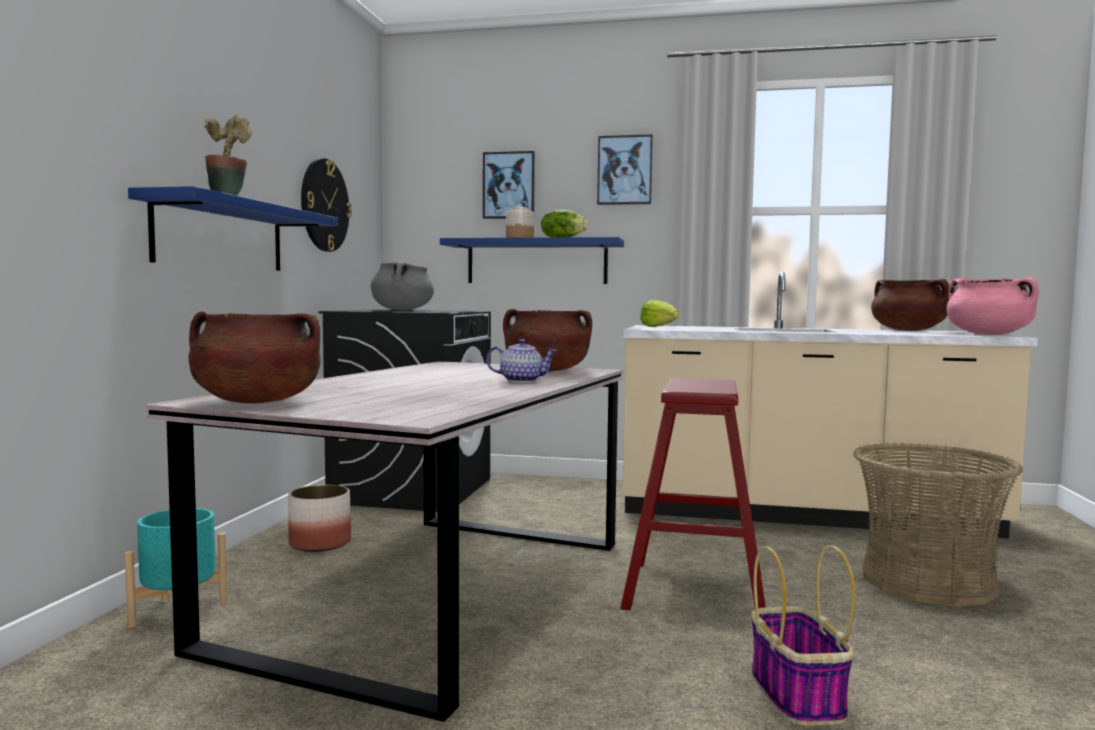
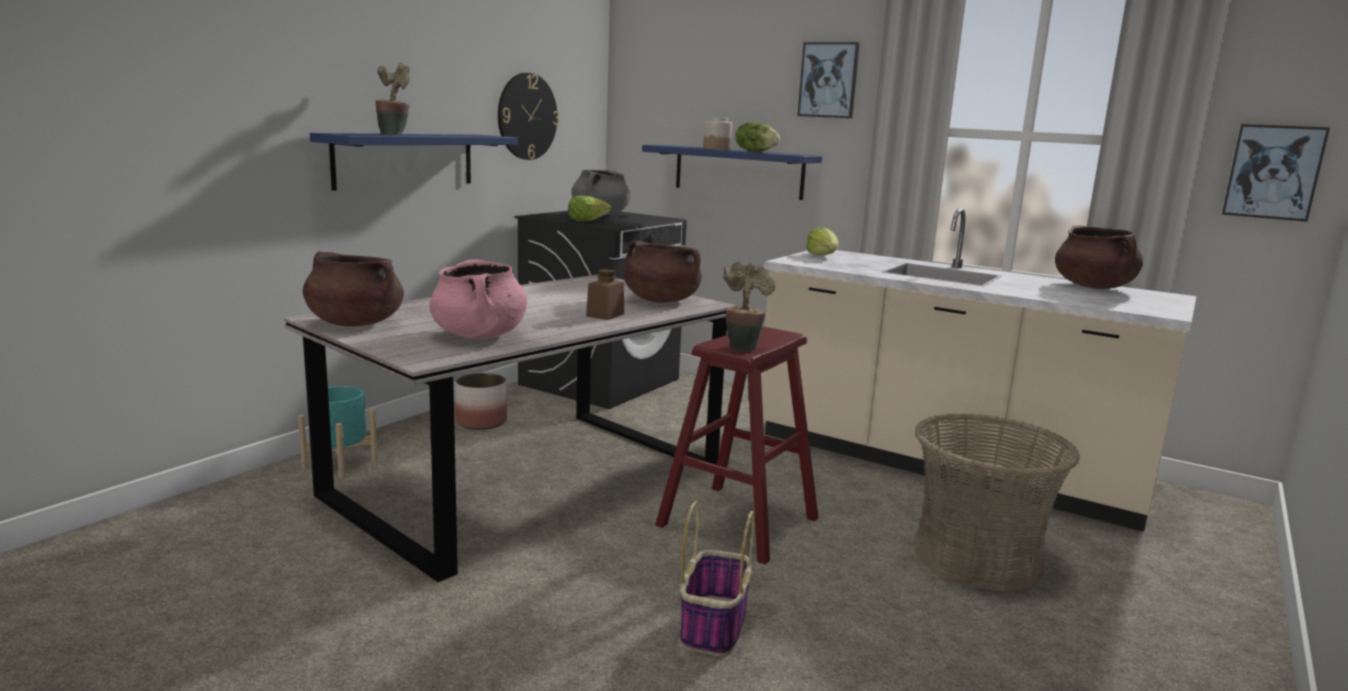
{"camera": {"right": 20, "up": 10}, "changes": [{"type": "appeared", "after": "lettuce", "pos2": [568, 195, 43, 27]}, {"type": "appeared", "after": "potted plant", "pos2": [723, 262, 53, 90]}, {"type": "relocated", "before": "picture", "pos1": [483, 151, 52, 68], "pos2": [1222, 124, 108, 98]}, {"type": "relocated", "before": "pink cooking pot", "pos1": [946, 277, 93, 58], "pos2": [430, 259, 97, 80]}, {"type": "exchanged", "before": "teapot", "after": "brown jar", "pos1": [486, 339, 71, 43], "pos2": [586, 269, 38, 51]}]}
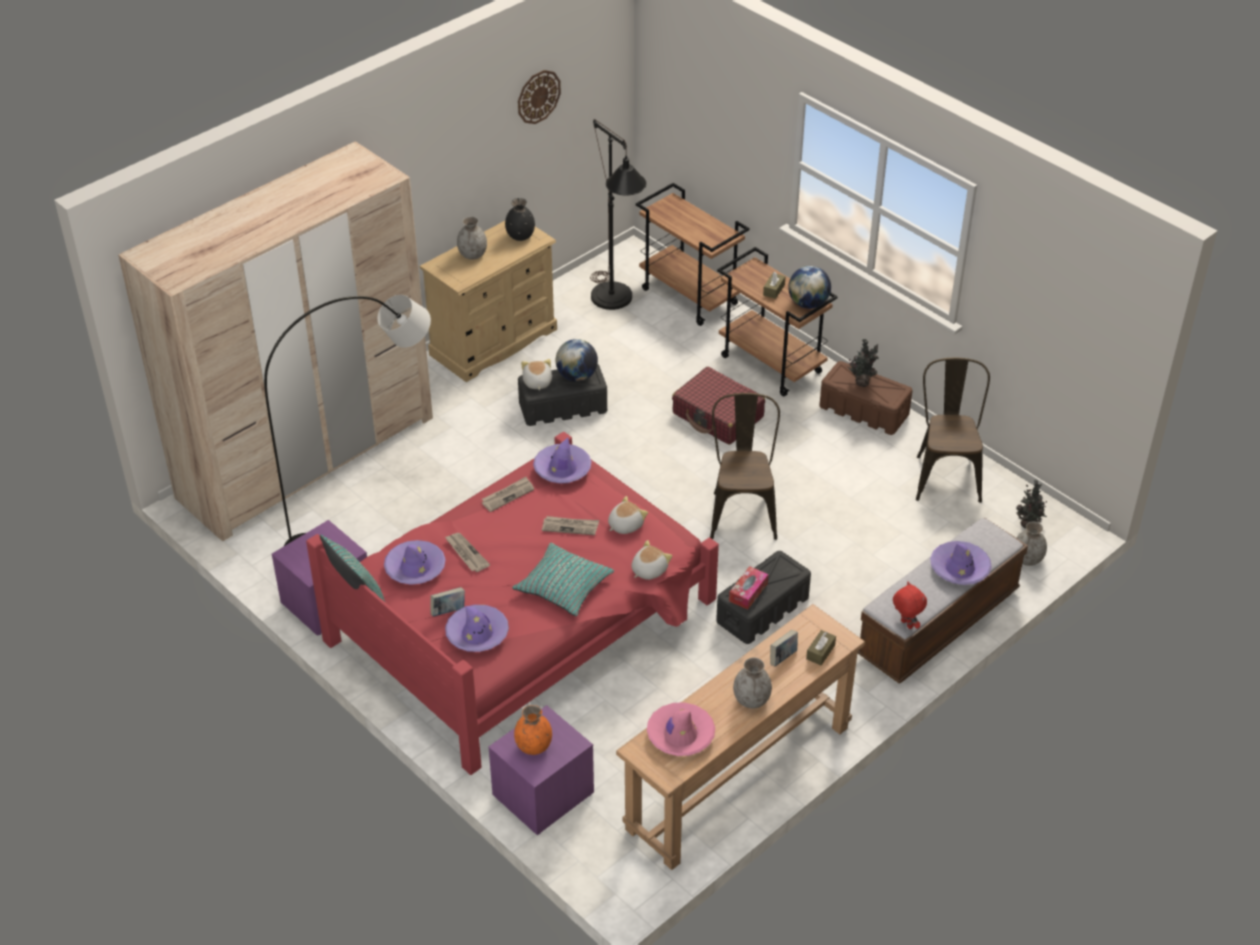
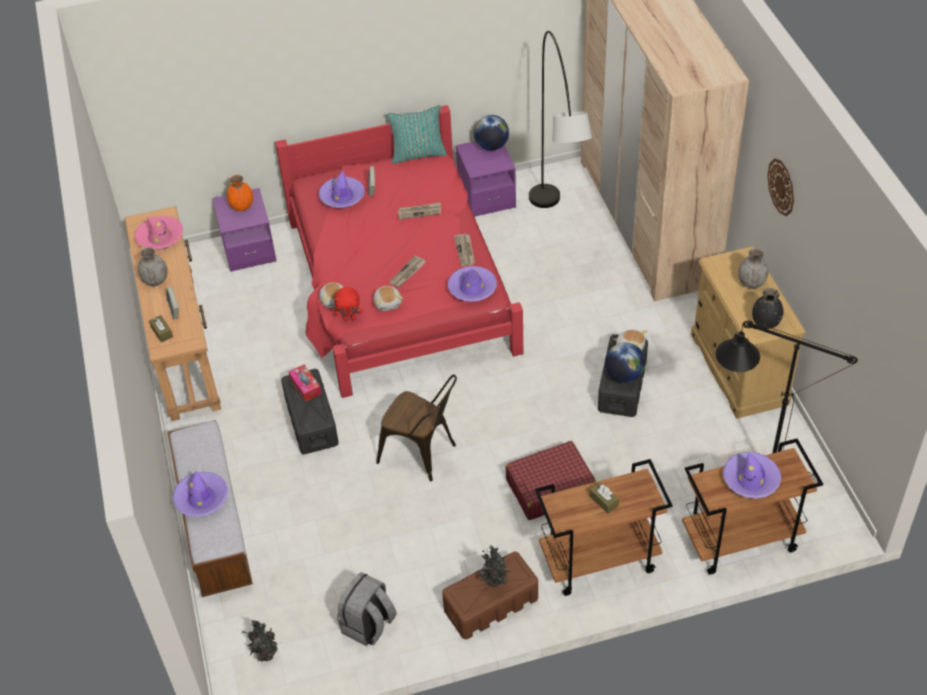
{"camera": {"right": 120, "up": 5}, "changes": [{"type": "missing", "before": "turquoise pillow", "pos1": [512, 543, 102, 73]}, {"type": "missing", "before": "grey vase", "pos1": [1017, 521, 30, 45]}, {"type": "relocated", "before": "purple hat", "pos1": [384, 540, 62, 45], "pos2": [723, 452, 58, 47]}, {"type": "relocated", "before": "wall clock", "pos1": [518, 70, 43, 54], "pos2": [767, 158, 27, 58]}, {"type": "relocated", "before": "globe", "pos1": [788, 266, 43, 43], "pos2": [474, 115, 35, 36]}, {"type": "relocated", "before": "red plush toy", "pos1": [893, 582, 34, 47], "pos2": [334, 287, 29, 34]}, {"type": "exchanged", "before": "brown chair", "after": "grey backpack", "pos1": [916, 358, 74, 145], "pos2": [337, 572, 60, 74]}]}
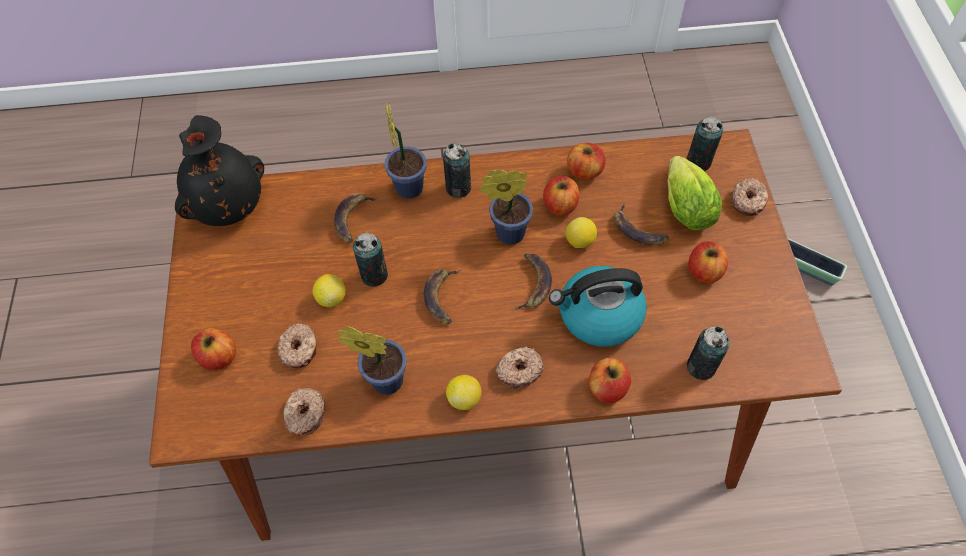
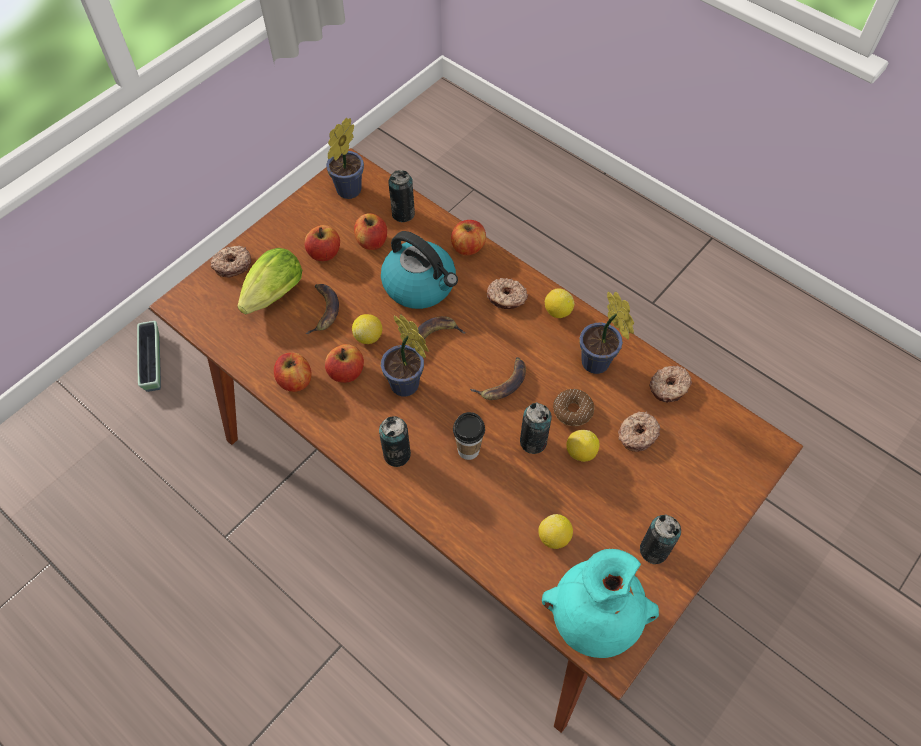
{"camera": {"right": -135, "up": 0}, "changes": [{"type": "missing", "before": "banana", "pos1": [334, 193, 44, 50]}, {"type": "appeared", "after": "cup", "pos2": [453, 412, 32, 48]}, {"type": "appeared", "after": "lemon", "pos2": [538, 514, 35, 35]}, {"type": "appeared", "after": "donut", "pos2": [553, 389, 41, 37]}, {"type": "relocated", "before": "apple", "pos1": [191, 328, 45, 42], "pos2": [354, 213, 33, 37]}, {"type": "relocated", "before": "potted plant", "pos1": [385, 103, 42, 96], "pos2": [326, 118, 38, 81]}, {"type": "relocated", "before": "can", "pos1": [687, 116, 36, 55], "pos2": [640, 514, 41, 50]}, {"type": "colour", "before": "black vase", "after": "turquoise vase", "pos1": [175, 115, 89, 111], "pos2": [542, 549, 117, 109]}]}
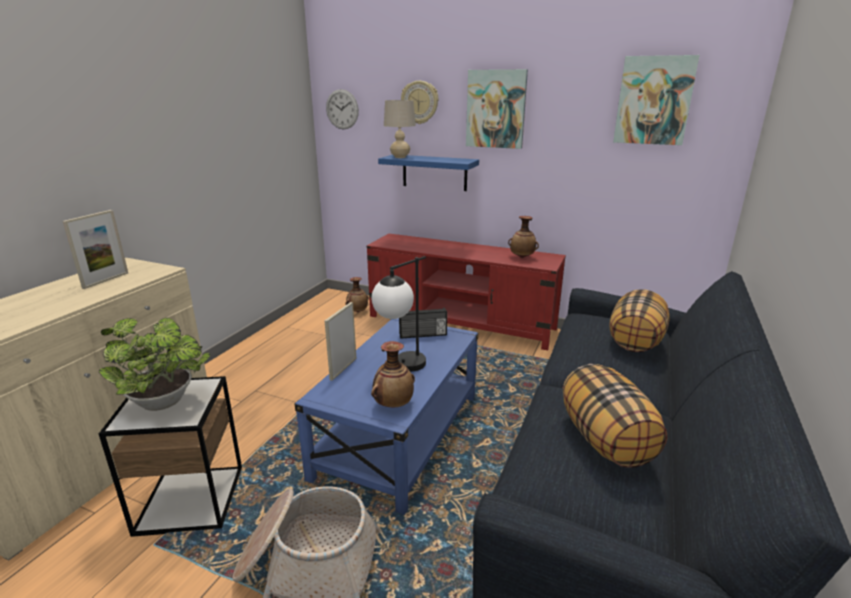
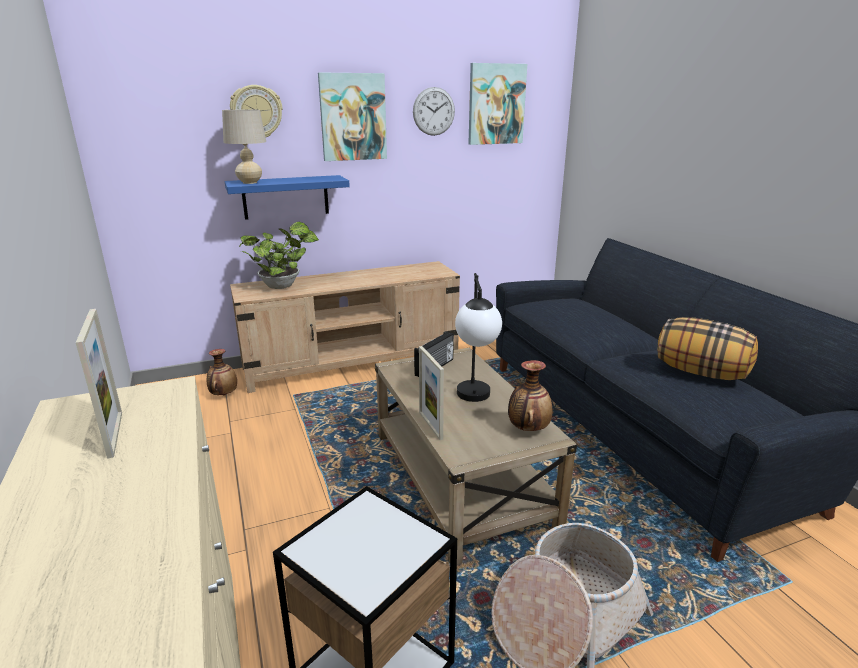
{"camera": {"right": -45, "up": 0}, "changes": [{"type": "missing", "before": "vase", "pos1": [508, 216, 31, 42]}, {"type": "missing", "before": "pillow", "pos1": [609, 289, 60, 63]}, {"type": "relocated", "before": "potted plant", "pos1": [99, 318, 111, 93], "pos2": [239, 222, 80, 67]}, {"type": "relocated", "before": "wall clock", "pos1": [326, 89, 33, 40], "pos2": [413, 87, 42, 49]}, {"type": "colour", "before": "blue coffee table", "after": "beige coffee table", "pos1": [295, 318, 184, 197], "pos2": [375, 348, 202, 217]}, {"type": "colour", "before": "red tv stand", "after": "beige tv stand", "pos1": [367, 233, 199, 117], "pos2": [230, 261, 230, 132]}]}
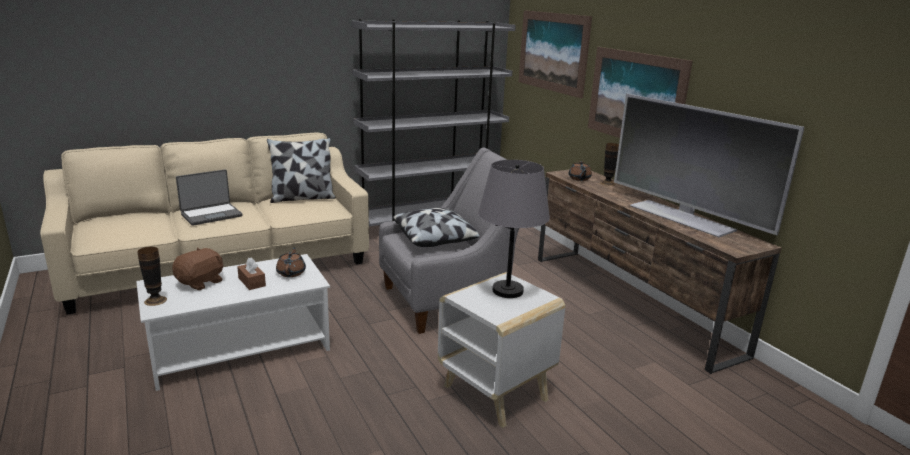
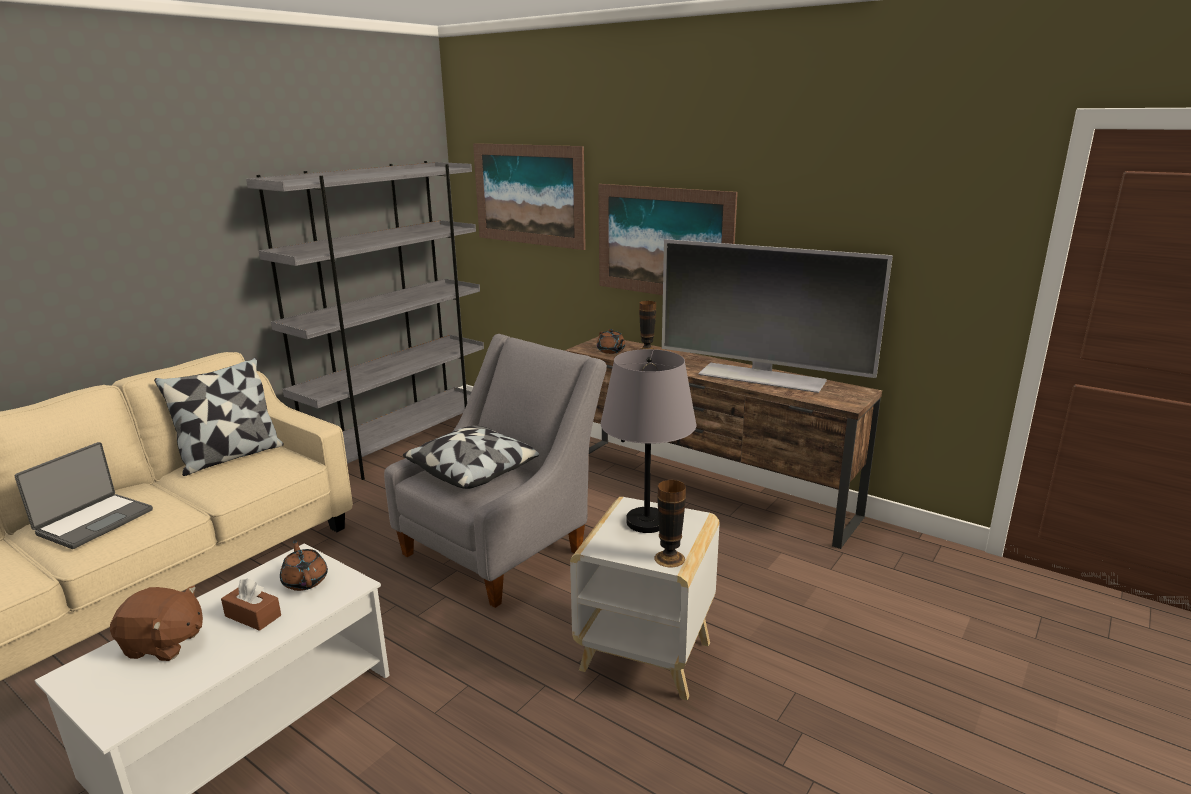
{"camera": {"right": -25, "up": 0}, "changes": [{"type": "relocated", "before": "vase", "pos1": [137, 247, 30, 59], "pos2": [654, 480, 32, 87]}, {"type": "spun", "before": "brown plush toy", "pos1": [172, 248, 51, 42], "pos2": [110, 586, 93, 75], "turn": 90}]}
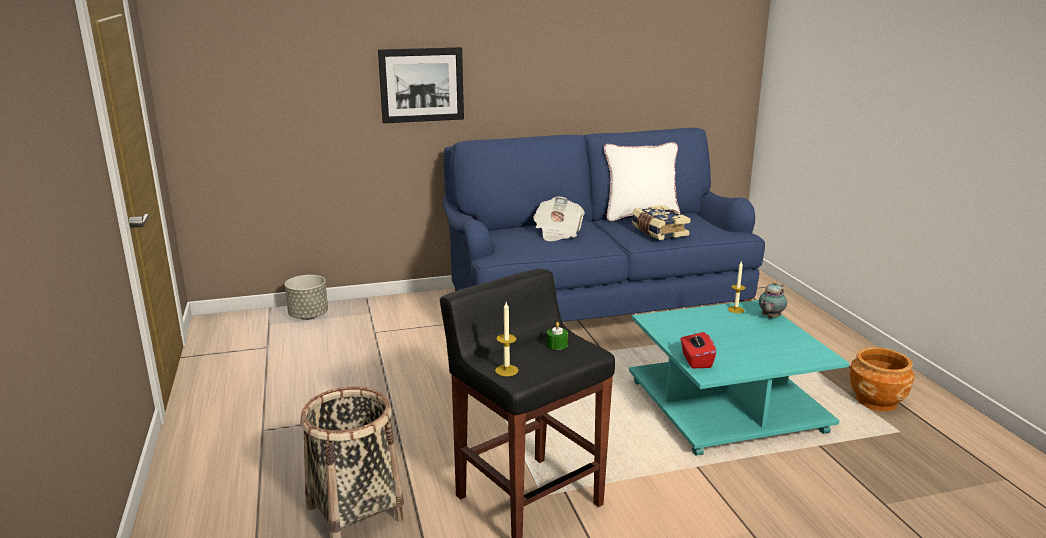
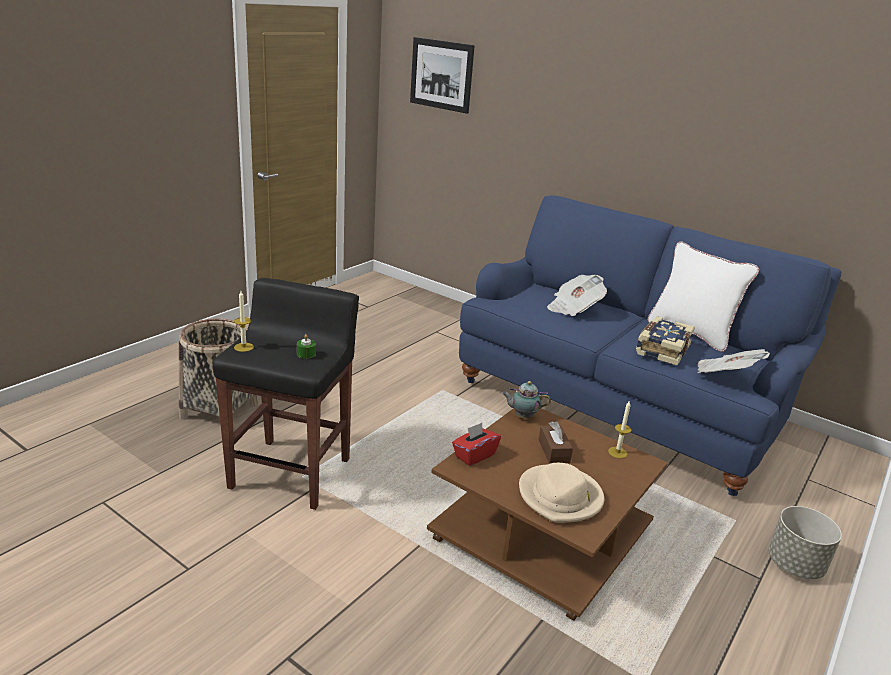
{"camera": {"right": 50, "up": 5}, "changes": [{"type": "missing", "before": "brown planter", "pos1": [849, 347, 66, 65]}, {"type": "appeared", "after": "beige hat", "pos2": [519, 463, 85, 60]}, {"type": "appeared", "after": "brown tissue box", "pos2": [539, 421, 34, 43]}, {"type": "appeared", "after": "newspaper", "pos2": [697, 349, 73, 24]}, {"type": "relocated", "before": "grey planter", "pos1": [285, 275, 43, 45], "pos2": [768, 506, 74, 73]}, {"type": "relocated", "before": "picture", "pos1": [378, 47, 86, 76], "pos2": [410, 37, 65, 76]}, {"type": "relocated", "before": "teapot", "pos1": [759, 281, 28, 37], "pos2": [502, 381, 49, 38]}, {"type": "colour", "before": "turquoise coffee table", "after": "brown coffee table", "pos1": [629, 300, 220, 156], "pos2": [427, 408, 241, 213]}]}
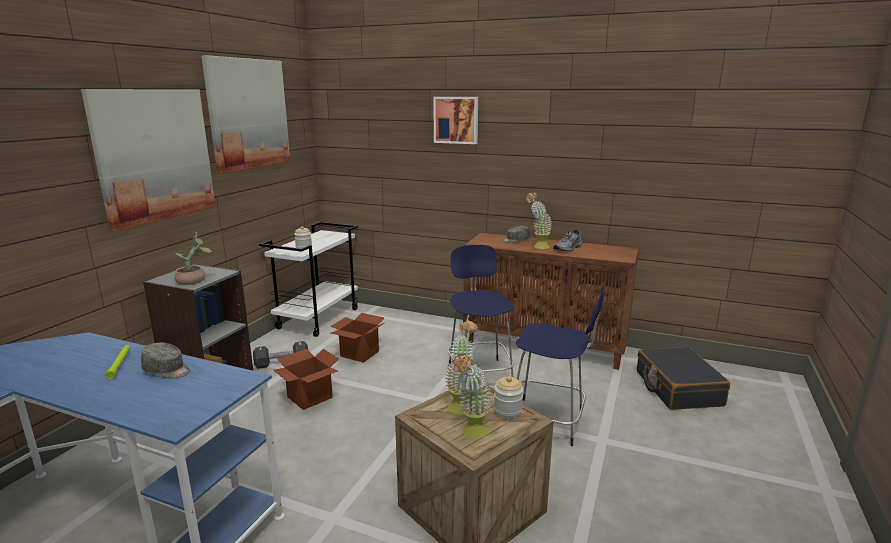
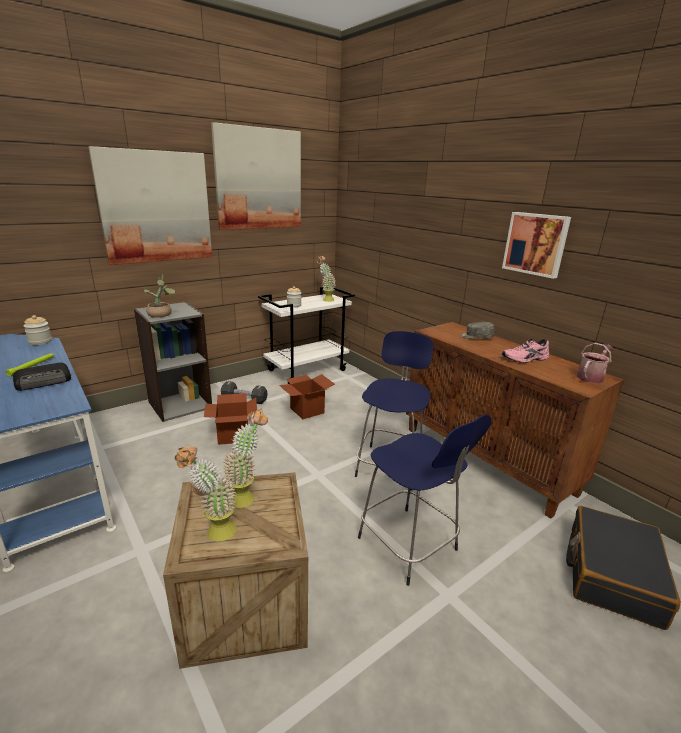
{"camera": {"right": 30, "up": 5}, "changes": [{"type": "appeared", "after": "watering can", "pos2": [576, 343, 38, 41]}, {"type": "relocated", "before": "picture", "pos1": [433, 97, 45, 47], "pos2": [502, 212, 69, 67]}, {"type": "relocated", "before": "jar", "pos1": [494, 376, 29, 42], "pos2": [24, 315, 28, 30]}, {"type": "relocated", "before": "potted plant", "pos1": [526, 193, 26, 56], "pos2": [317, 256, 19, 46]}, {"type": "exchanged", "before": "grey cap", "after": "radio", "pos1": [141, 343, 49, 36], "pos2": [13, 362, 58, 29]}, {"type": "colour", "before": "grey shoe", "after": "pink shoe", "pos1": [553, 230, 29, 21], "pos2": [502, 338, 47, 25]}]}
